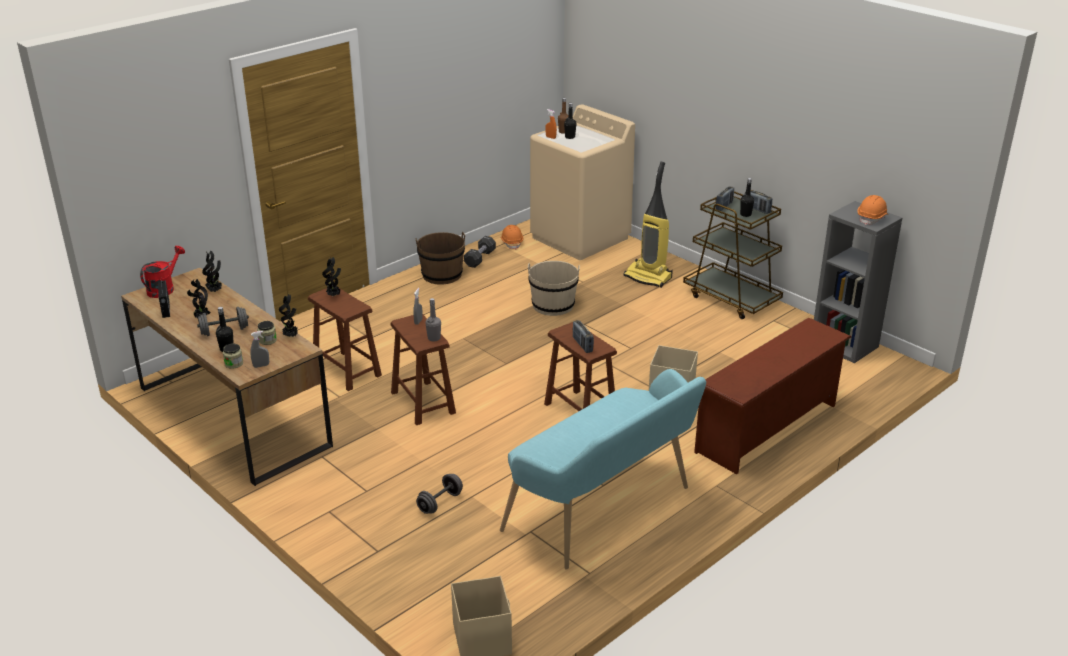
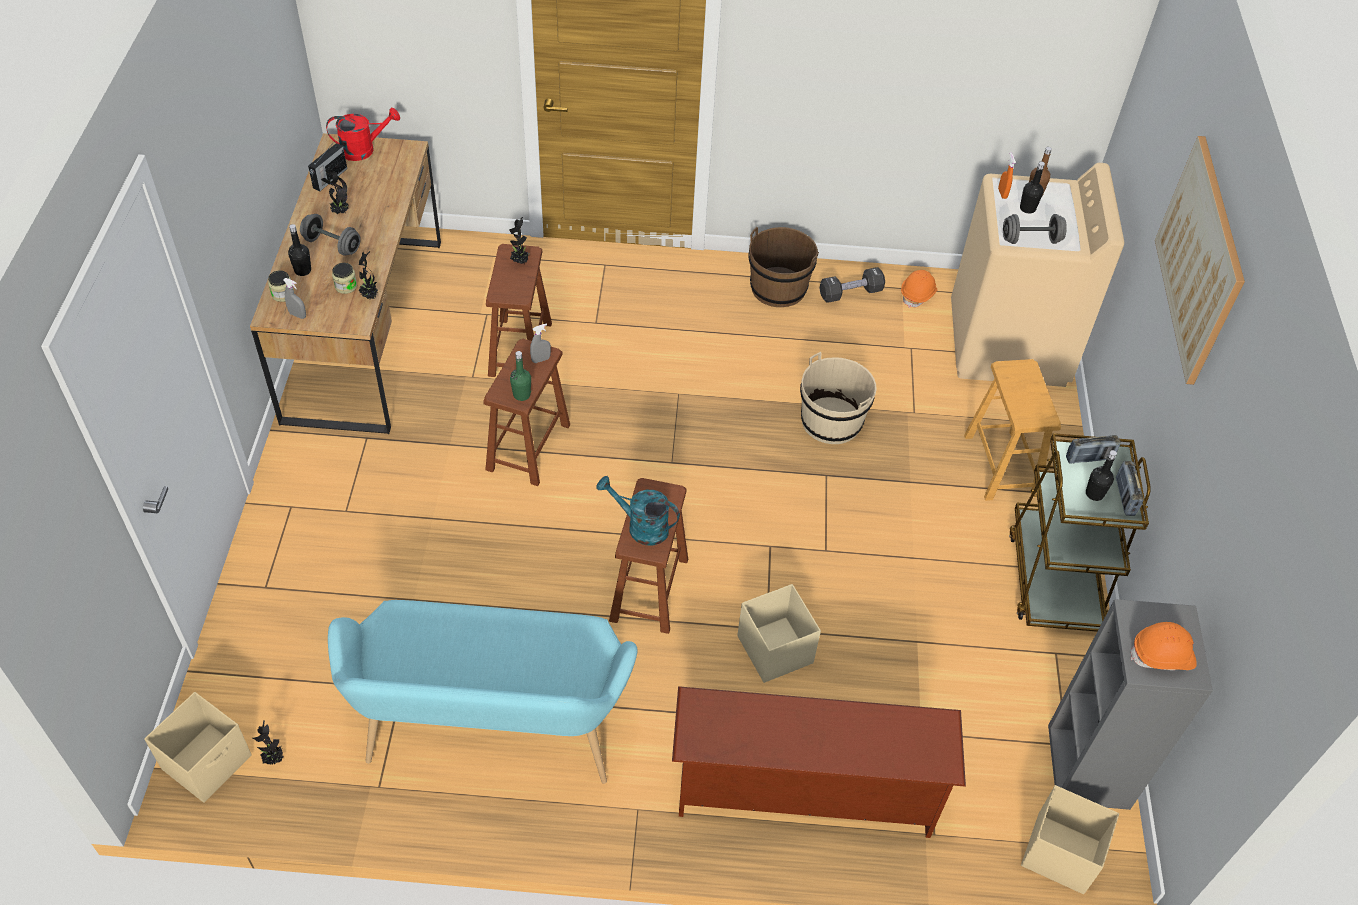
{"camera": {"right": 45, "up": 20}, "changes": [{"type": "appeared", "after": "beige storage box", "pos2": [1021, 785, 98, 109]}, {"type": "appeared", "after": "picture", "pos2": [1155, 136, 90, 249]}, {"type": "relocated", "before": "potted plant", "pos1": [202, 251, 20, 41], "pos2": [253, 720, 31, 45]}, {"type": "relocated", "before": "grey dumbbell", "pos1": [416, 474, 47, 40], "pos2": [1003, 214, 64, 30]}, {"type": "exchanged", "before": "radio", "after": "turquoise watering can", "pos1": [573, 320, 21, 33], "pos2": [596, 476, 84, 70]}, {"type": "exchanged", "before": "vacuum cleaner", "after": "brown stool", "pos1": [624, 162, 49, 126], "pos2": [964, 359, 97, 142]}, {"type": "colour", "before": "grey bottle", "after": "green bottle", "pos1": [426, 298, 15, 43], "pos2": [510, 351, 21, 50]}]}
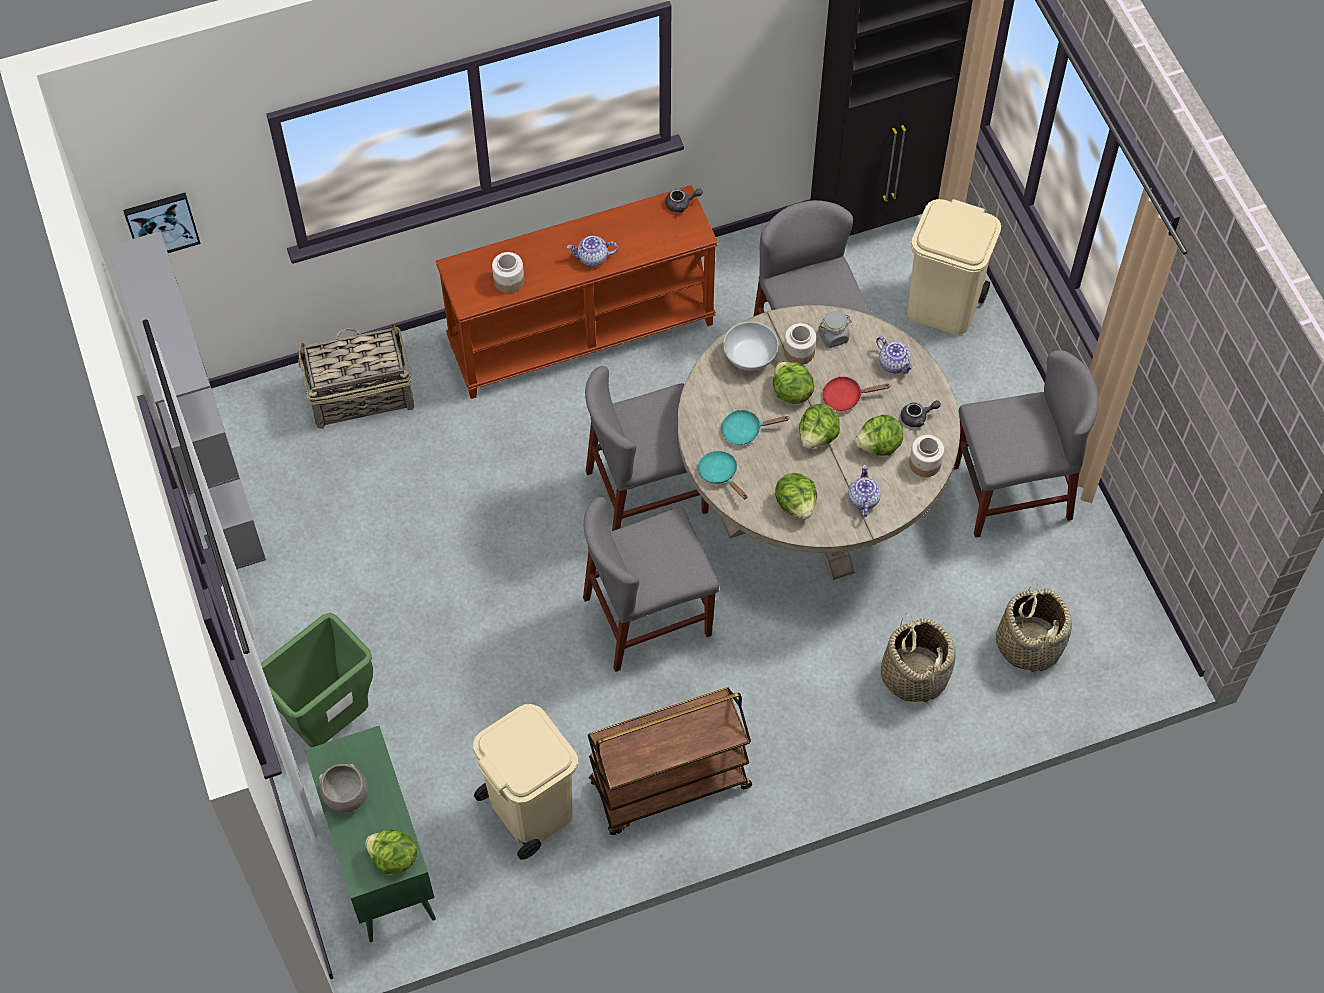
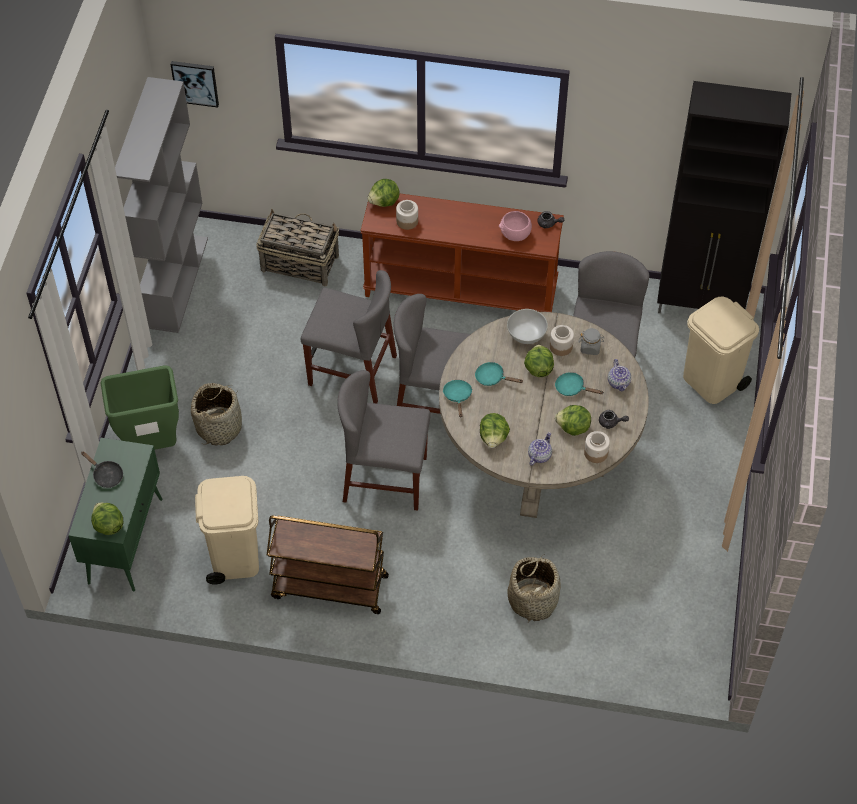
{"camera": {"right": 30, "up": -5}, "changes": [{"type": "missing", "before": "teapot", "pos1": [567, 236, 51, 31]}, {"type": "appeared", "after": "pink bowl", "pos2": [499, 211, 33, 30]}, {"type": "relocated", "before": "lettuce", "pos1": [799, 404, 41, 44], "pos2": [367, 179, 33, 28]}, {"type": "relocated", "before": "grey chair", "pos1": [953, 350, 146, 188], "pos2": [301, 270, 96, 134]}, {"type": "relocated", "before": "basket", "pos1": [996, 582, 76, 94], "pos2": [191, 383, 51, 62]}, {"type": "exchanged", "before": "grey bowl", "after": "black frying pan", "pos1": [319, 764, 49, 49], "pos2": [81, 451, 42, 37]}, {"type": "colour", "before": "red frying pan", "after": "turquoise frying pan", "pos1": [822, 376, 68, 35], "pos2": [555, 372, 48, 24]}]}
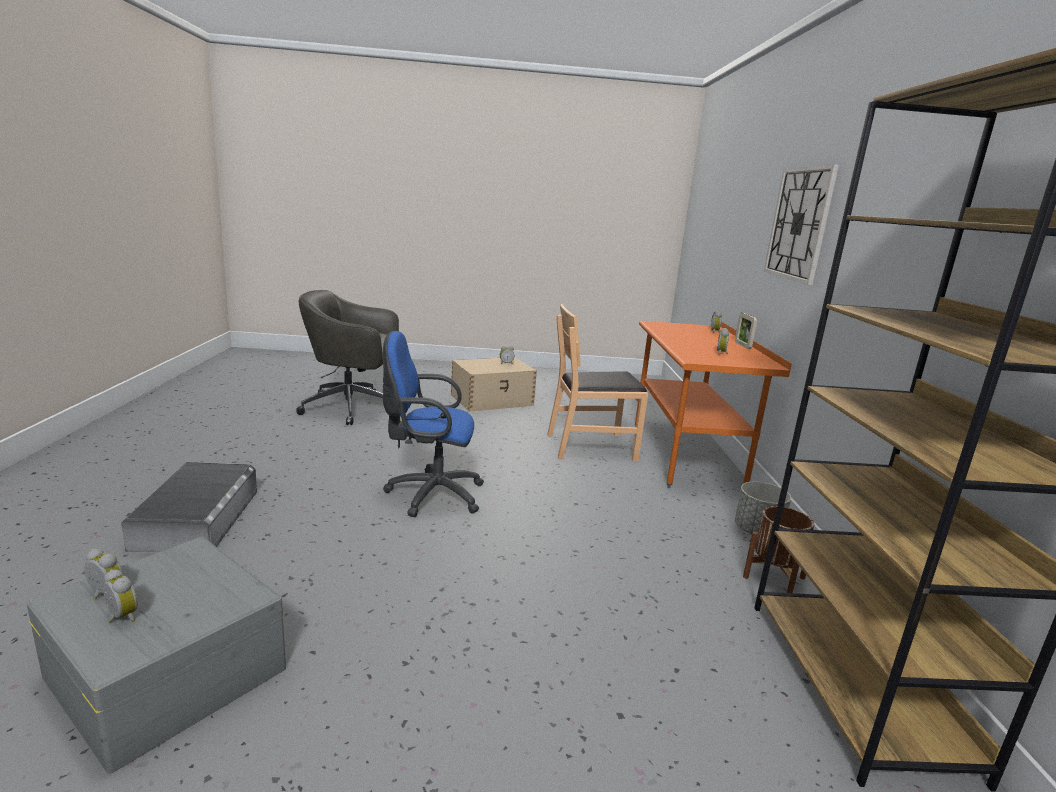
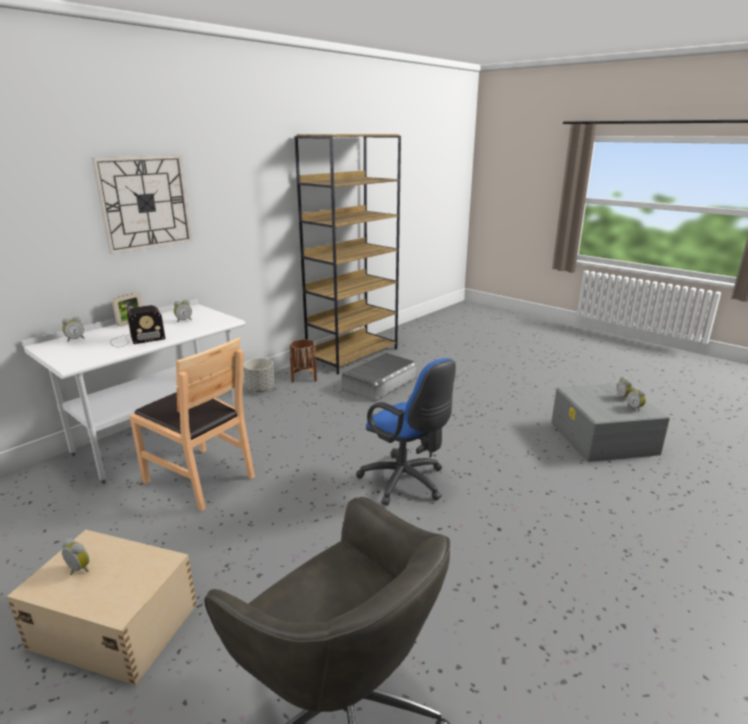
{"camera": {"right": -135, "up": 5}, "changes": [{"type": "appeared", "after": "radio", "pos2": [110, 305, 55, 42]}, {"type": "relocated", "before": "grey storage box", "pos1": [121, 462, 136, 90], "pos2": [342, 353, 75, 49]}, {"type": "colour", "before": "orange desk", "after": "white desk", "pos1": [635, 321, 157, 167], "pos2": [22, 299, 224, 185]}]}
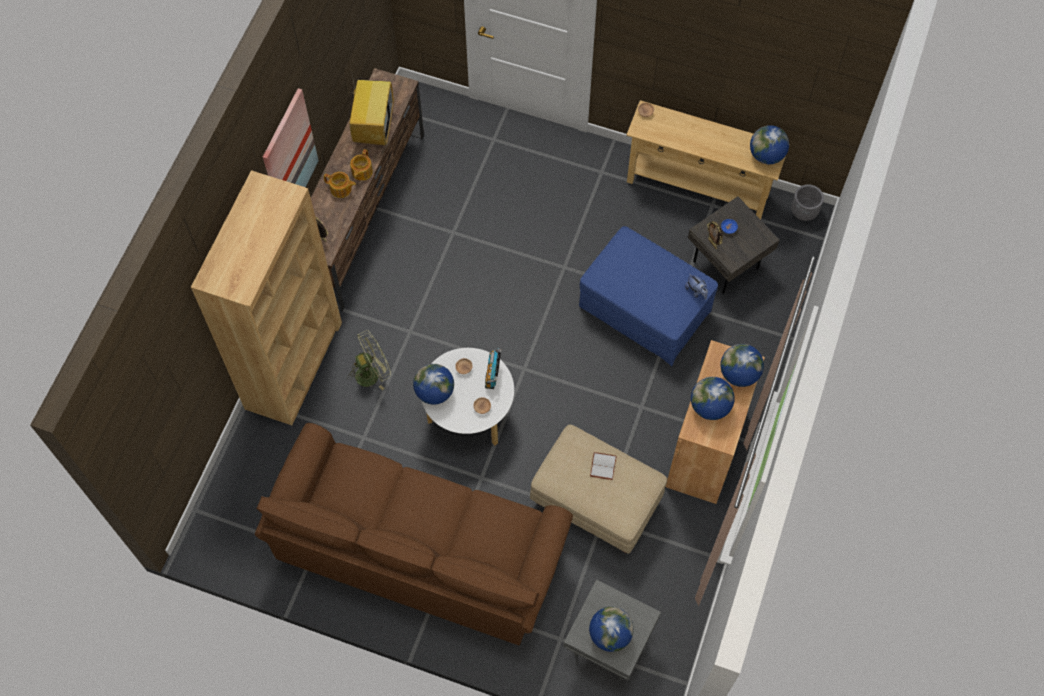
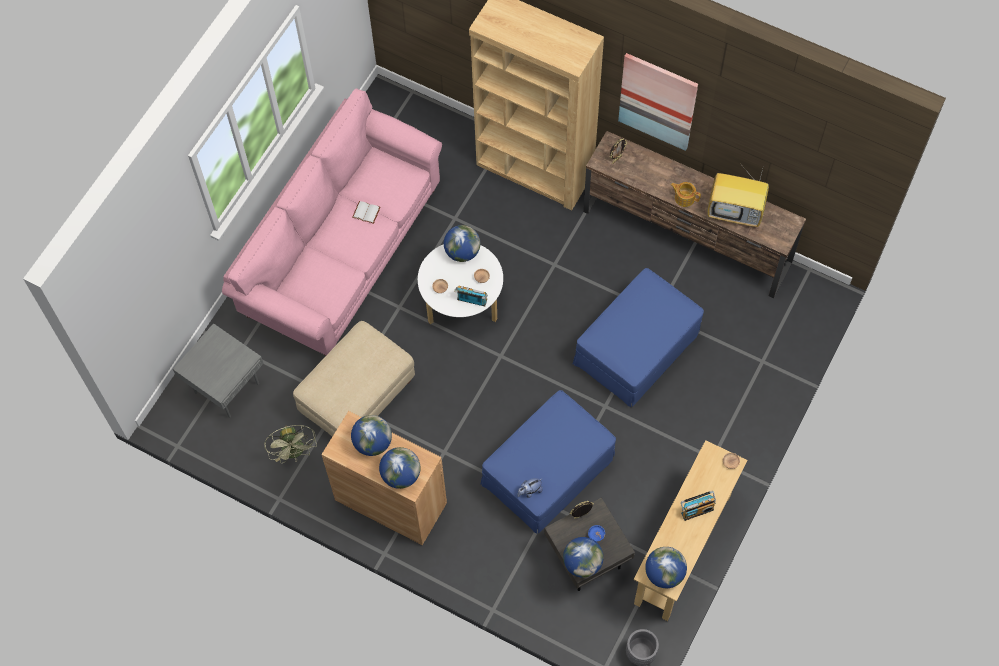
{"camera": {"right": 100, "up": 0}, "changes": [{"type": "missing", "before": "teapot", "pos1": [324, 172, 32, 26]}, {"type": "appeared", "after": "blue ottoman", "pos2": [573, 268, 131, 139]}, {"type": "appeared", "after": "radio", "pos2": [681, 491, 35, 30]}, {"type": "relocated", "before": "green fan", "pos1": [347, 330, 44, 60], "pos2": [264, 425, 53, 38]}, {"type": "relocated", "before": "globe", "pos1": [589, 607, 45, 45], "pos2": [563, 537, 40, 41]}, {"type": "relocated", "before": "white book", "pos1": [590, 452, 26, 28], "pos2": [352, 201, 28, 23]}, {"type": "colour", "before": "brown sofa", "after": "pink sofa", "pos1": [255, 423, 318, 223], "pos2": [222, 88, 220, 268]}]}
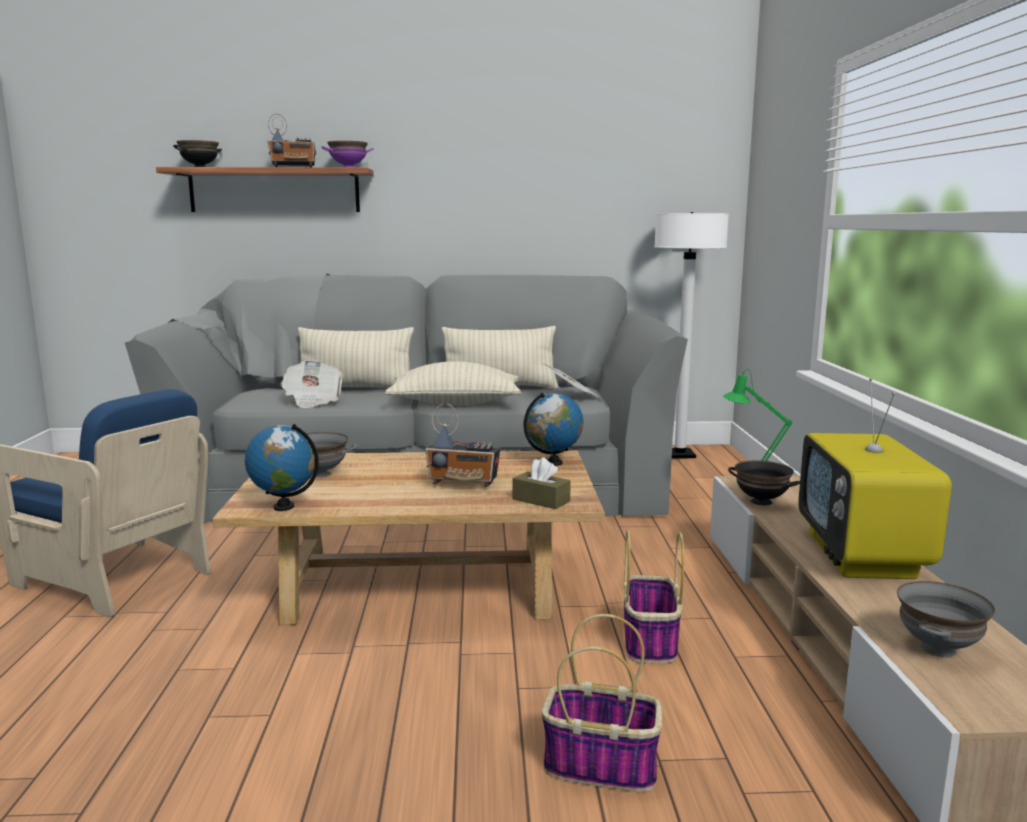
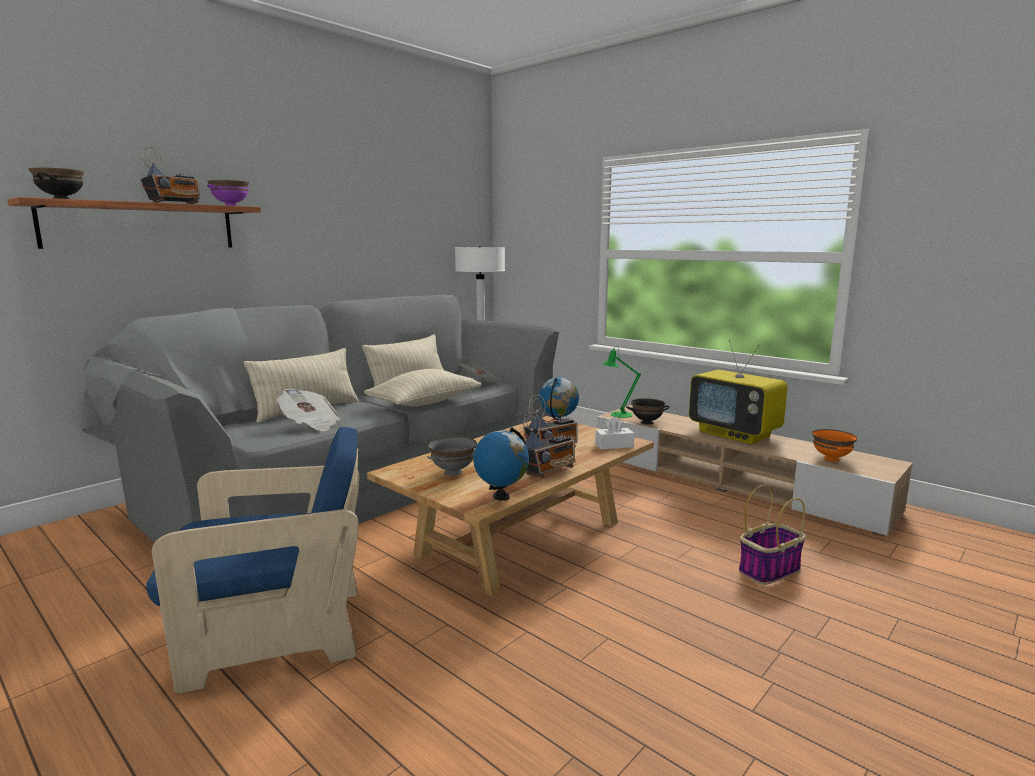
{"camera": {"right": -45, "up": 0}, "changes": [{"type": "missing", "before": "basket", "pos1": [623, 530, 61, 133]}, {"type": "appeared", "after": "radio", "pos2": [523, 411, 52, 67]}, {"type": "colour", "before": "brown tissue box", "after": "white tissue box", "pos1": [513, 457, 58, 52], "pos2": [595, 417, 39, 33]}, {"type": "colour", "before": "grey bowl", "after": "orange bowl", "pos1": [897, 581, 98, 76], "pos2": [812, 429, 45, 33]}]}
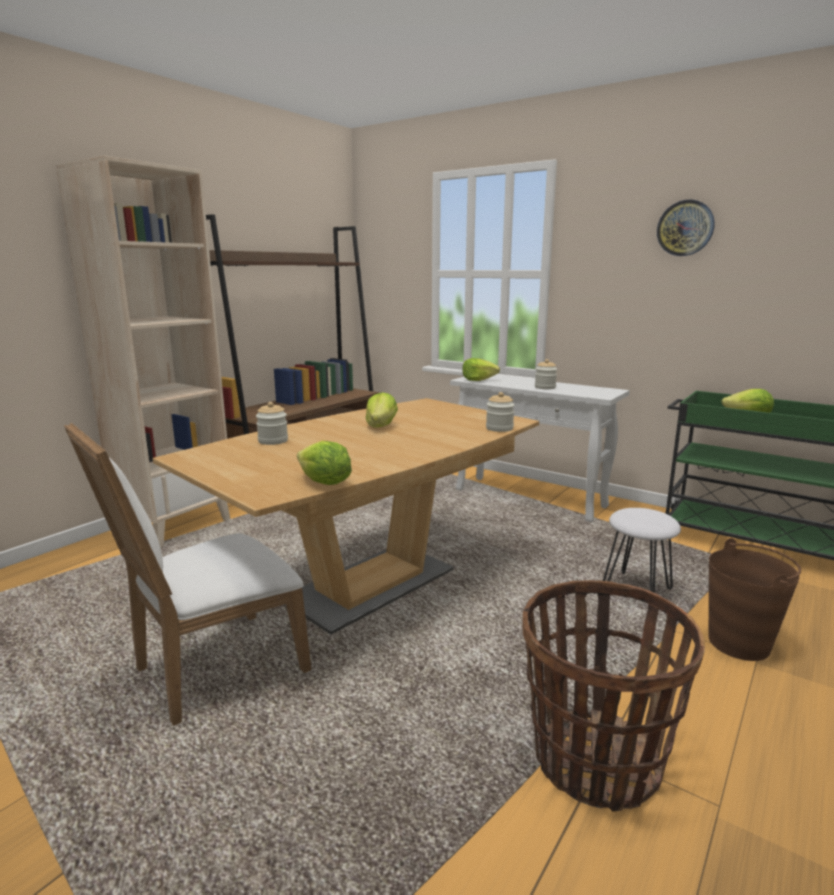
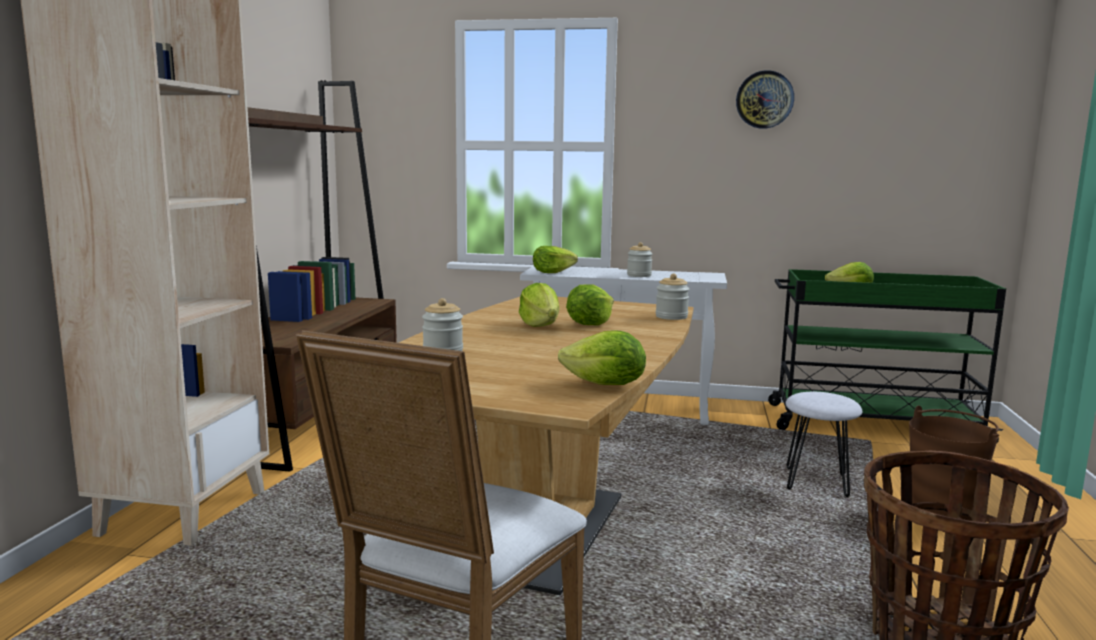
{"camera": {"right": -25, "up": -5}, "changes": [{"type": "appeared", "after": "lettuce", "pos2": [566, 284, 48, 41]}]}
